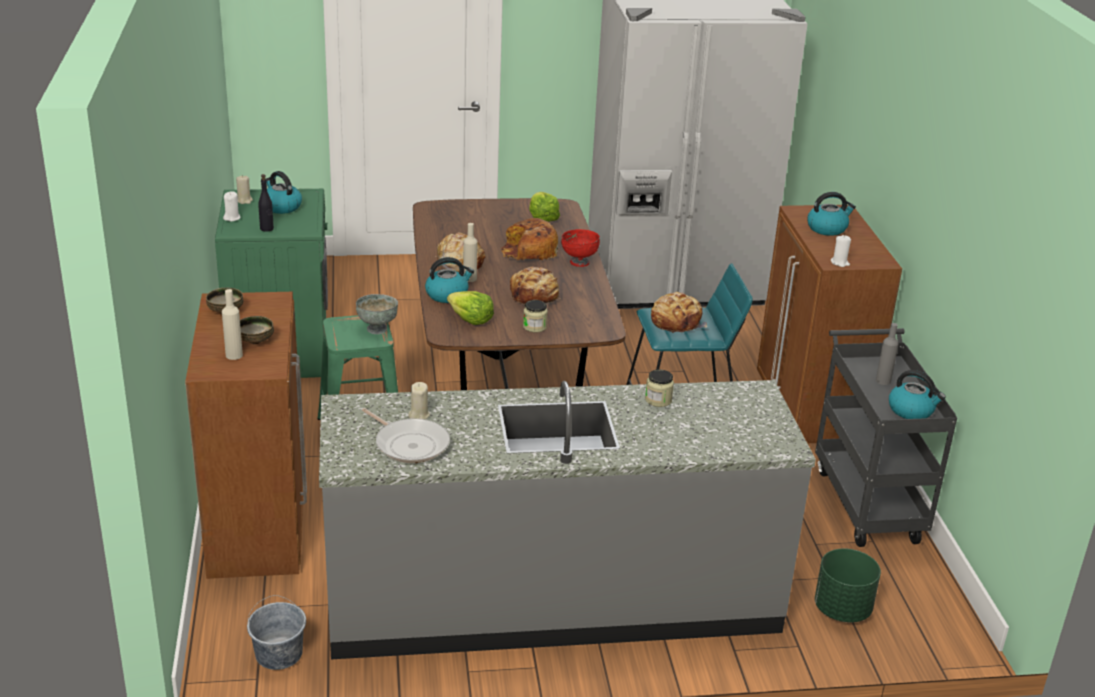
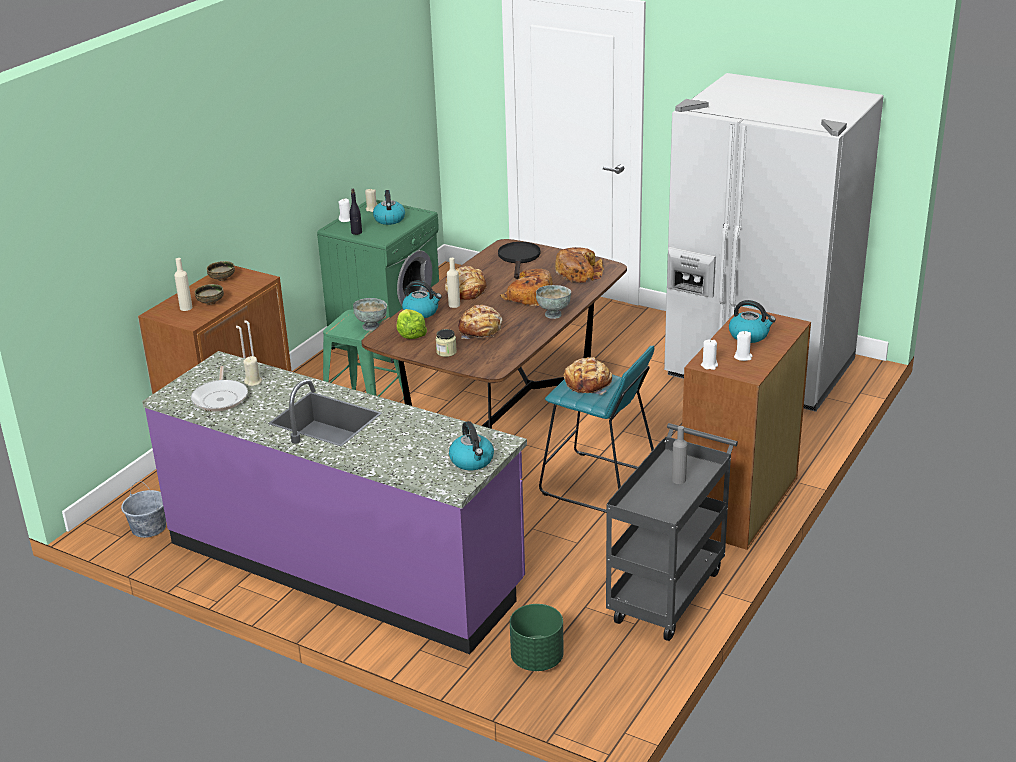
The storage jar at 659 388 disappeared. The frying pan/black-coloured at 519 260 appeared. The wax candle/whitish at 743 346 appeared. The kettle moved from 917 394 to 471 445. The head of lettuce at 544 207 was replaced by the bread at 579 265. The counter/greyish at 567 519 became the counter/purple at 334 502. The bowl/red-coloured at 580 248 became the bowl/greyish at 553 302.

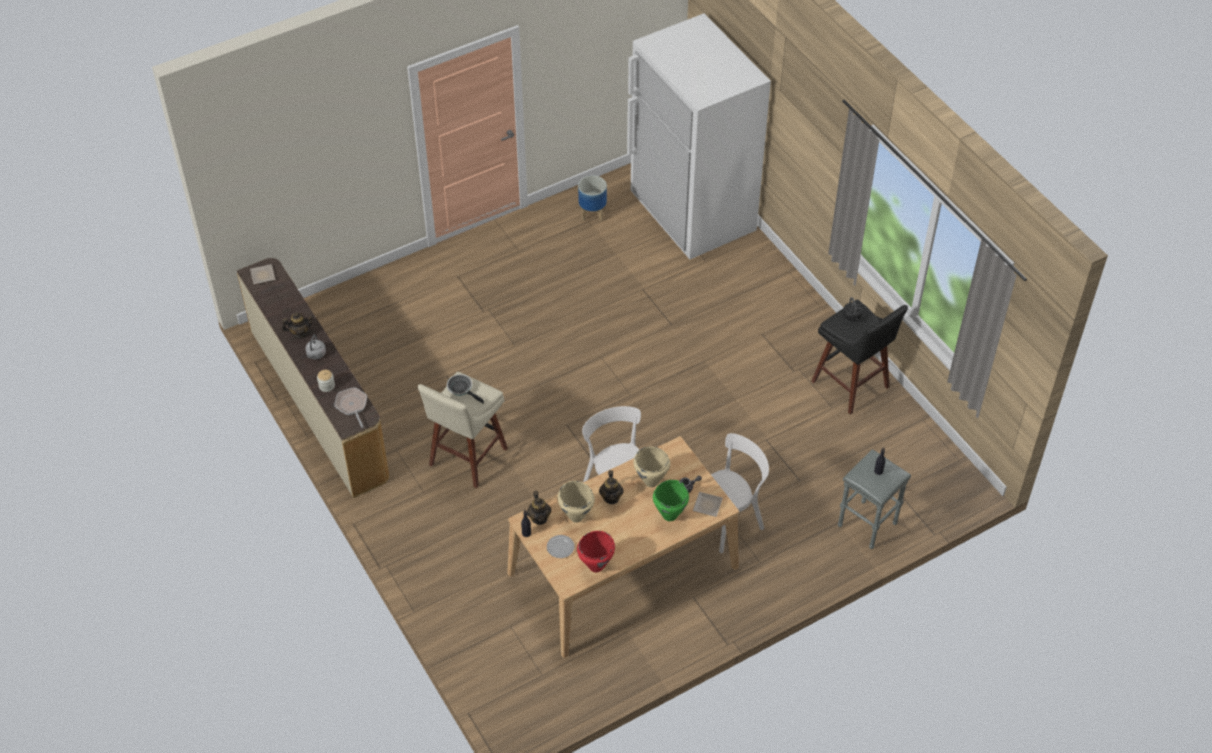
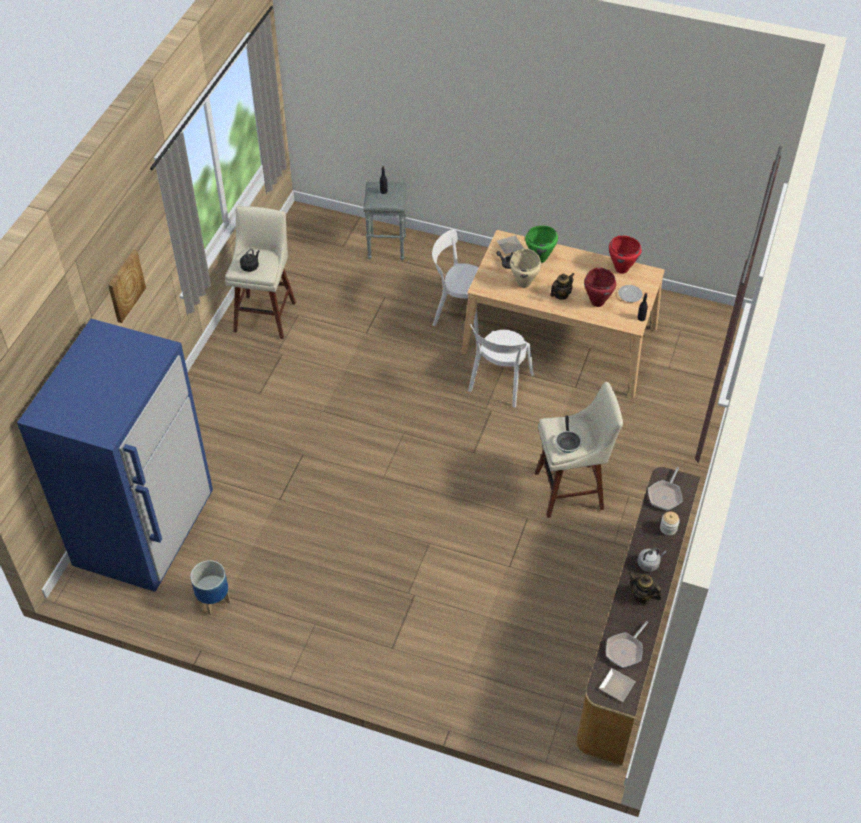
The pot for tea at 539 508 disappeared. The wall art at 127 286 appeared. The frying pan at 627 644 appeared. The stockpot/beige at 576 502 became the stockpot/red-coloured at 600 287. The kitchen fridge/whitish at 699 136 became the kitchen fridge/blue at 115 455. The stool seat/black-coloured at 859 357 became the stool seat/beige at 260 272.

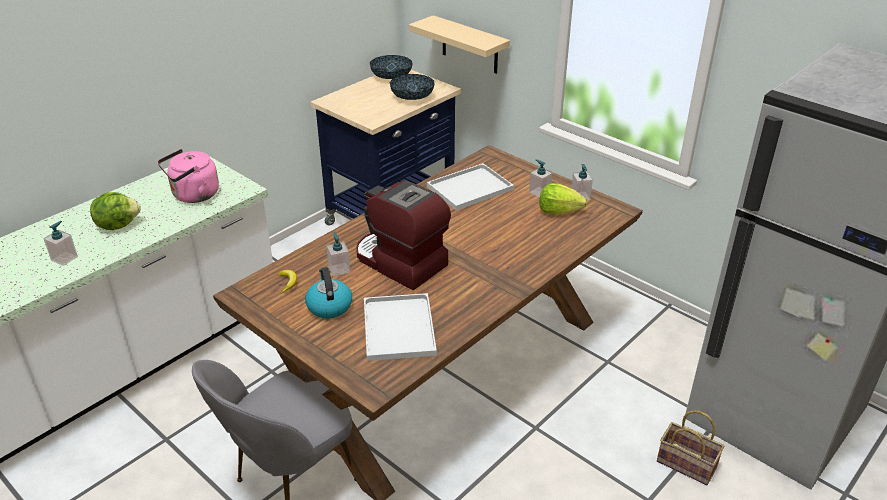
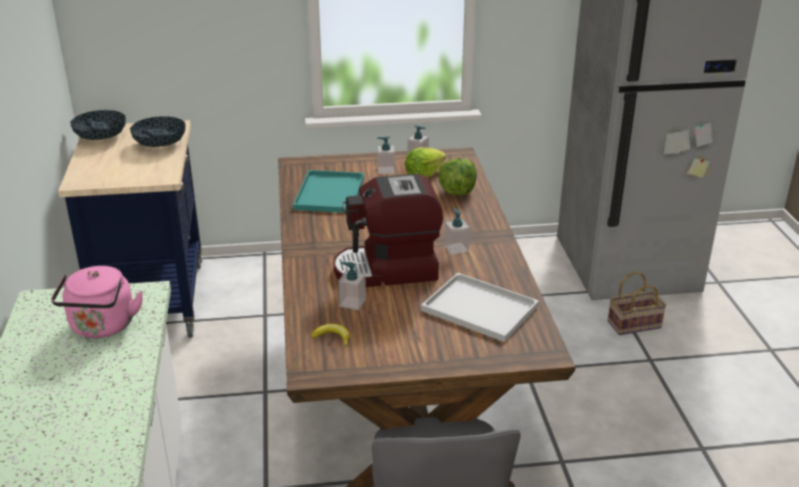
The kettle at 328 293 disappeared. The bracket shelf/beige at 459 44 disappeared. The soap bottle moved from 60 243 to 457 231. The head of lettuce moved from 115 211 to 457 176. The carrying tray/whitish at 470 186 became the carrying tray/blue-green at 328 191.

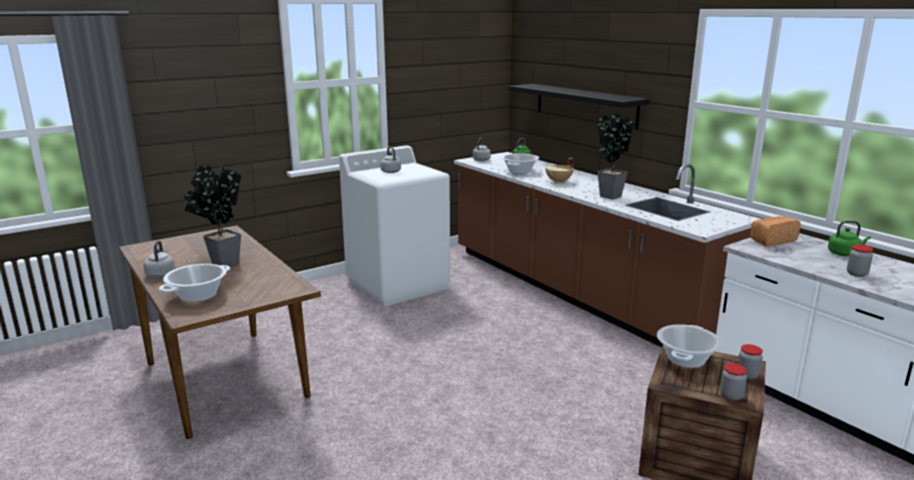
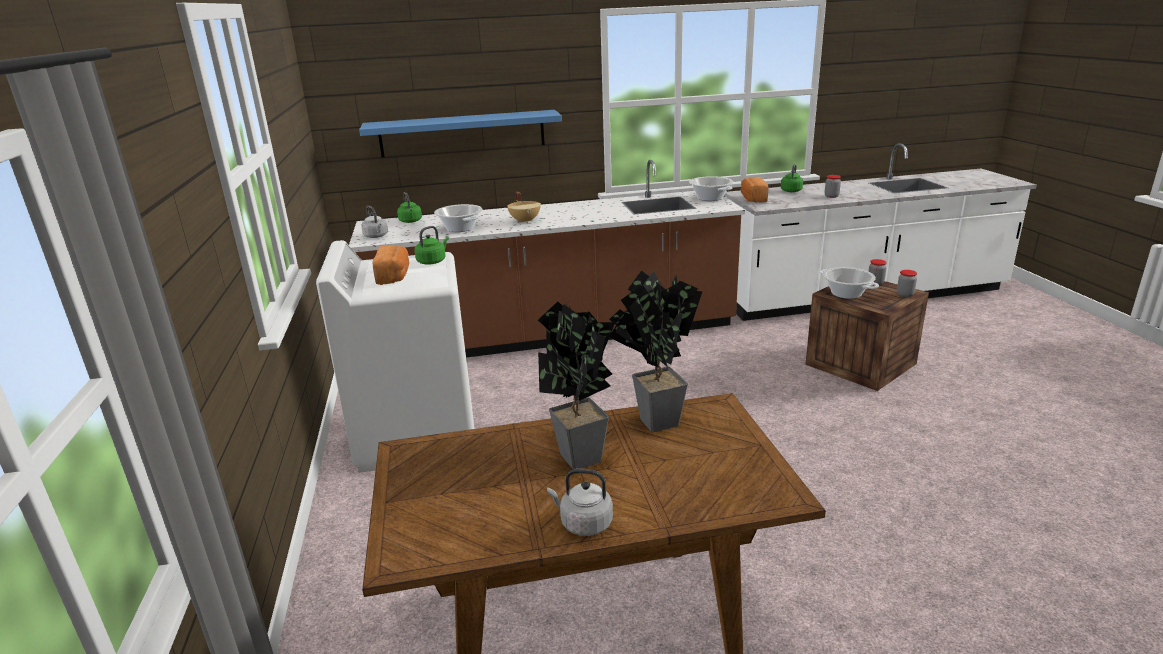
The kettle/greenish at 431 245 appeared. The stockpot moved from 194 283 to 711 188. The plant in a pot moved from 615 156 to 656 351. The kettle/greyish at 390 160 was replaced by the bread at 390 265. The bracket shelf/black-coloured at 579 106 became the bracket shelf/blue at 460 133.

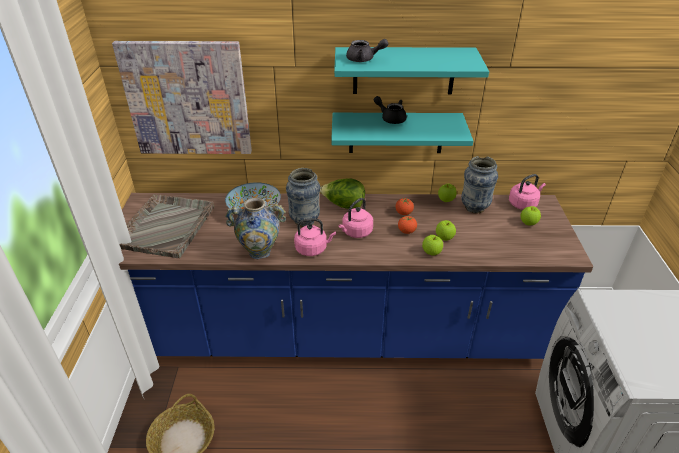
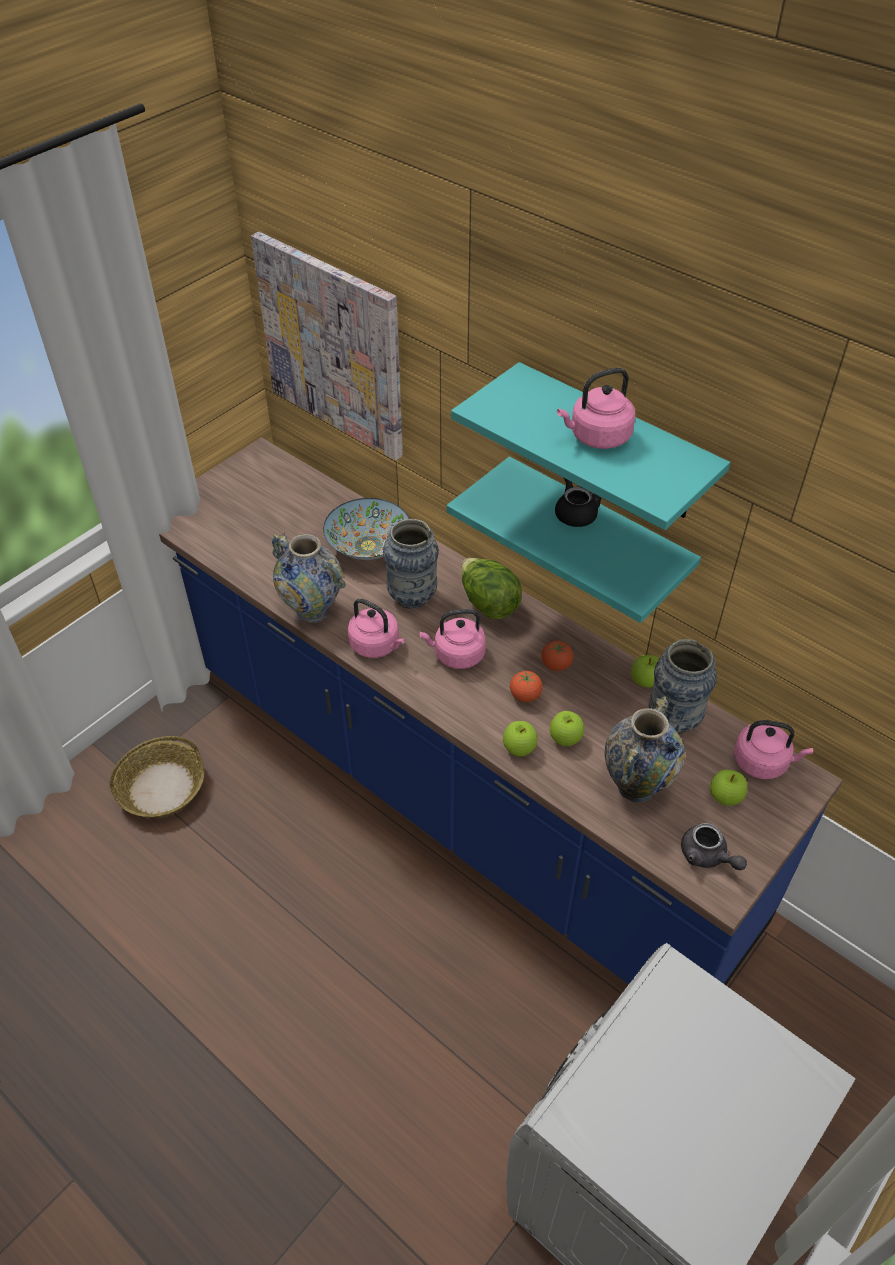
The carrying tray/greyish at 167 226 disappeared. The kettle/pink at 596 408 appeared. The flower vase at 644 749 appeared. The pot for tea/greyish moved from 367 50 to 714 846.

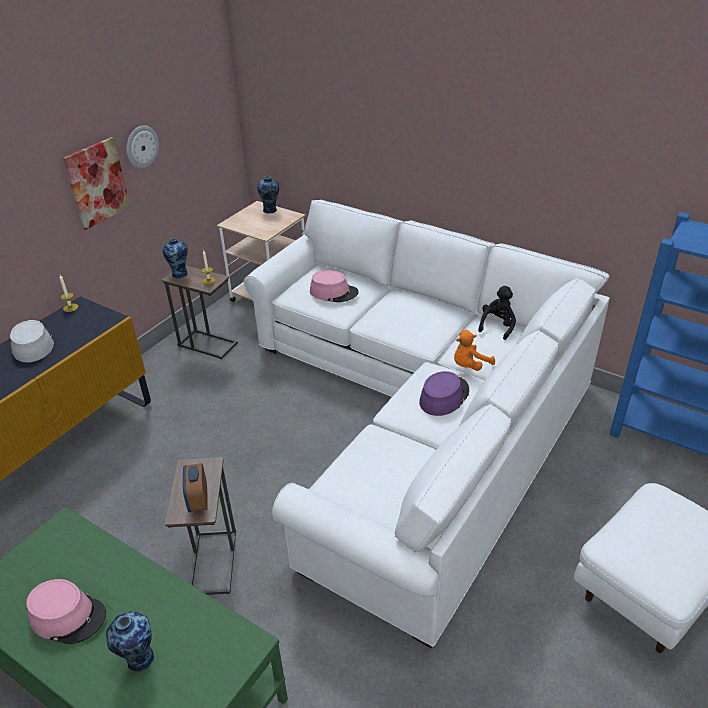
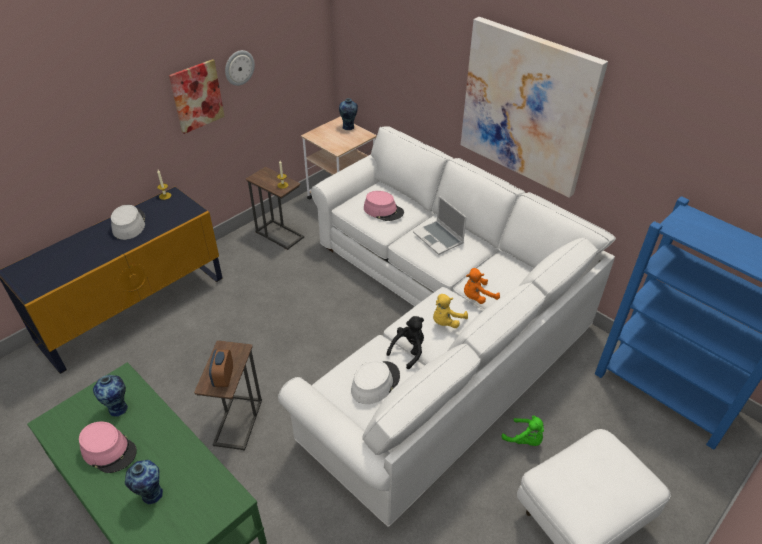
The wearable hat/whitish at 375 382 appeared. The portable computer at 440 225 appeared. The wall art at 534 107 appeared. The cuddly toy/greenish at 523 431 appeared. The flower vase moved from 175 258 to 110 396. The cuddly toy/black-coloured moved from 497 313 to 405 342. The wearable hat/purple at 444 393 was replaced by the cuddly toy/yellow-coloured at 450 311.

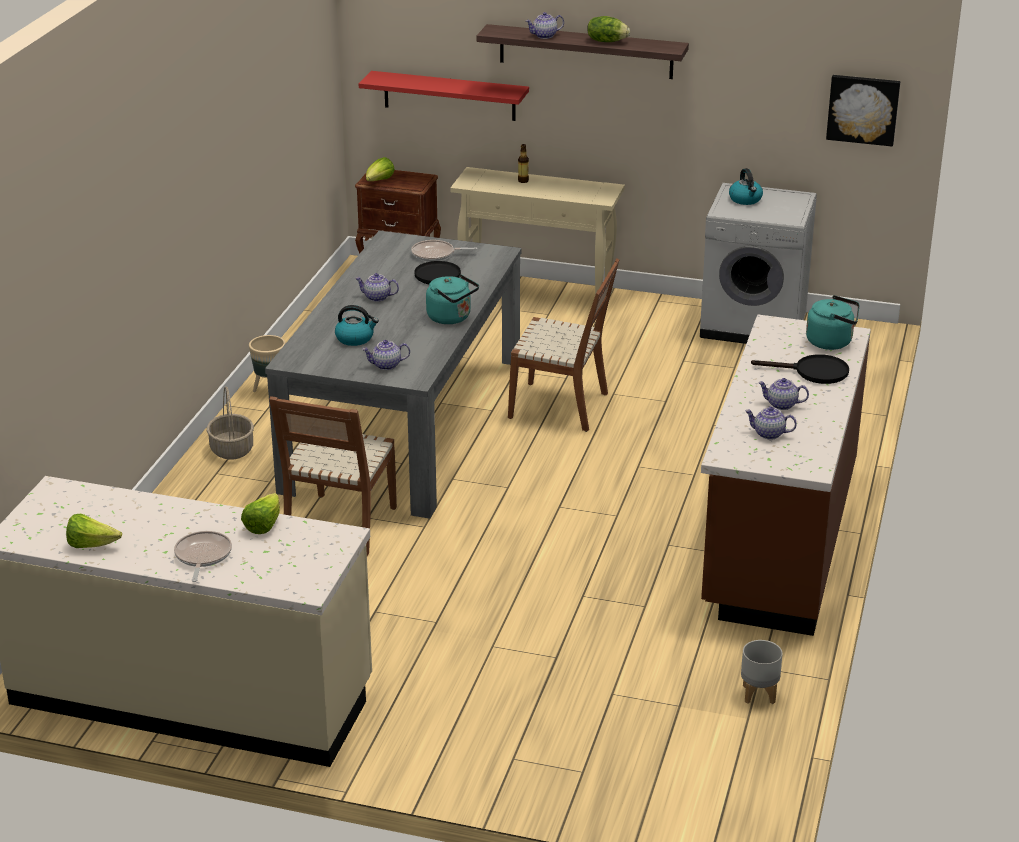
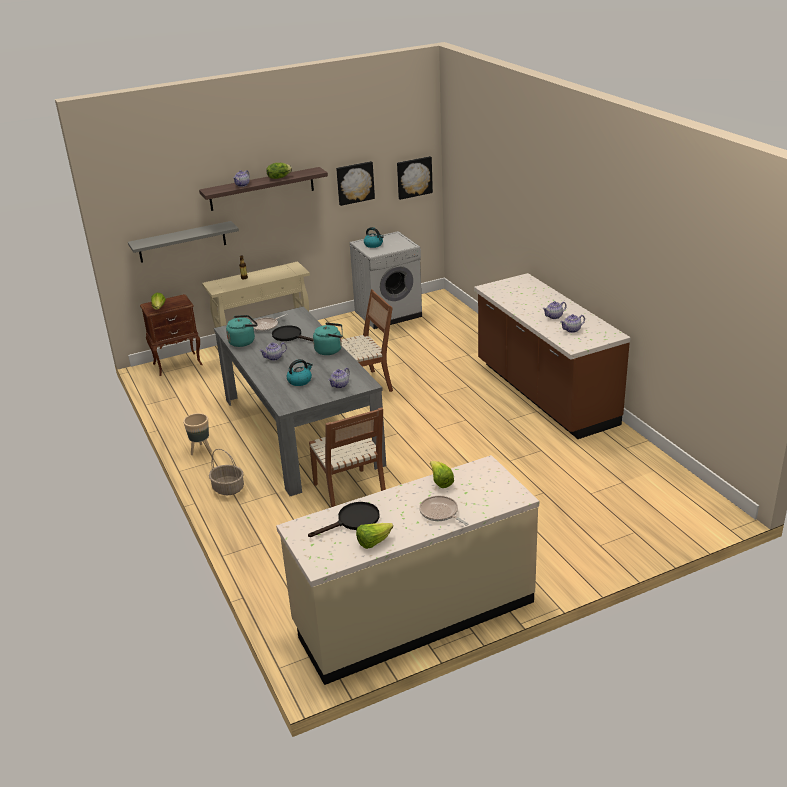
The flower pot/greyish at 762 672 disappeared. The wall art at 355 183 appeared. The frying pan/black-coloured moved from 800 369 to 344 519. The kettle/blue-green moved from 832 322 to 242 331. The bracket shelf/red-coloured at 444 96 became the bracket shelf/greyish at 183 242.

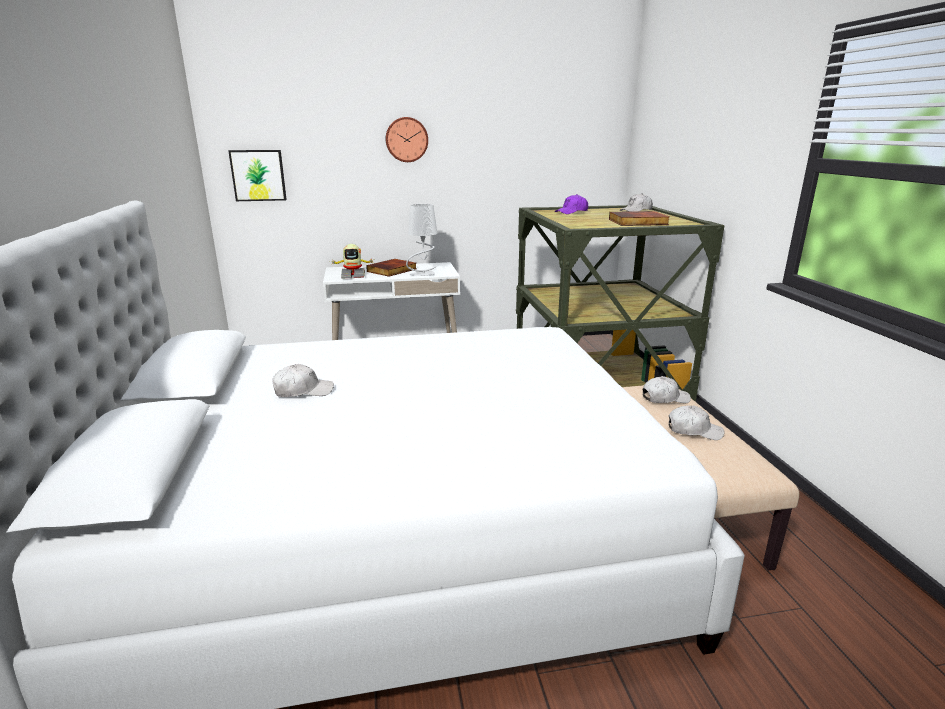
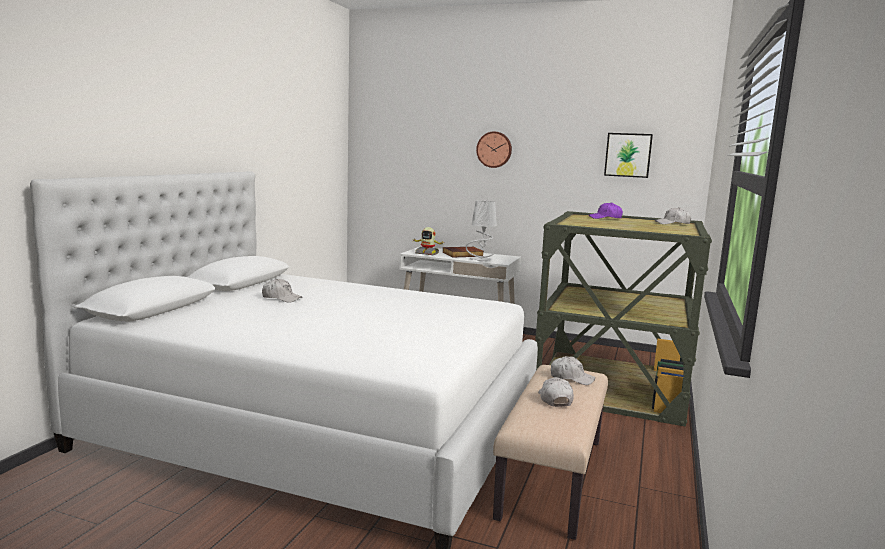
The volume at 639 218 disappeared. The wall art moved from 257 175 to 628 155. The baseball cap/whitish at 696 422 turned 135 degrees counterclockwise.

